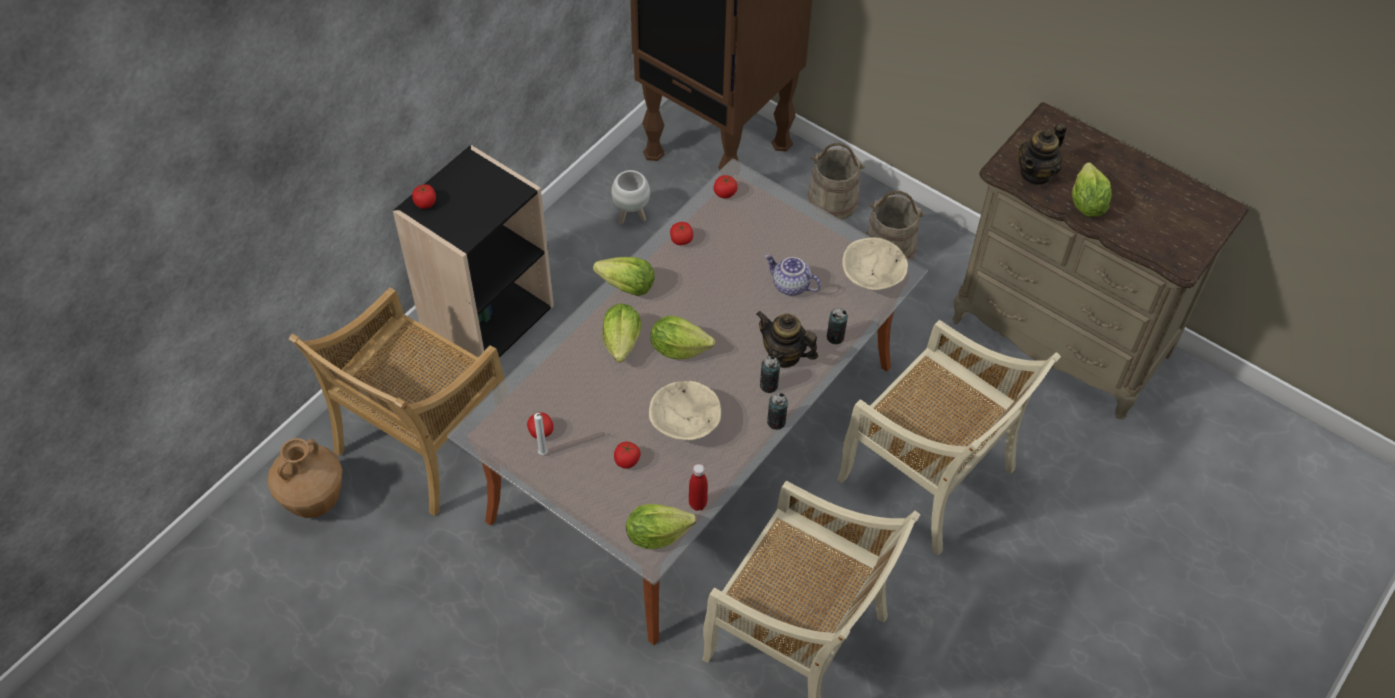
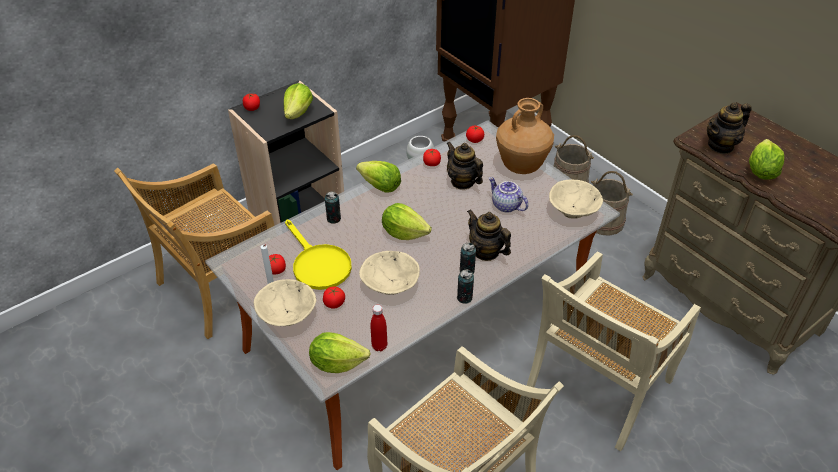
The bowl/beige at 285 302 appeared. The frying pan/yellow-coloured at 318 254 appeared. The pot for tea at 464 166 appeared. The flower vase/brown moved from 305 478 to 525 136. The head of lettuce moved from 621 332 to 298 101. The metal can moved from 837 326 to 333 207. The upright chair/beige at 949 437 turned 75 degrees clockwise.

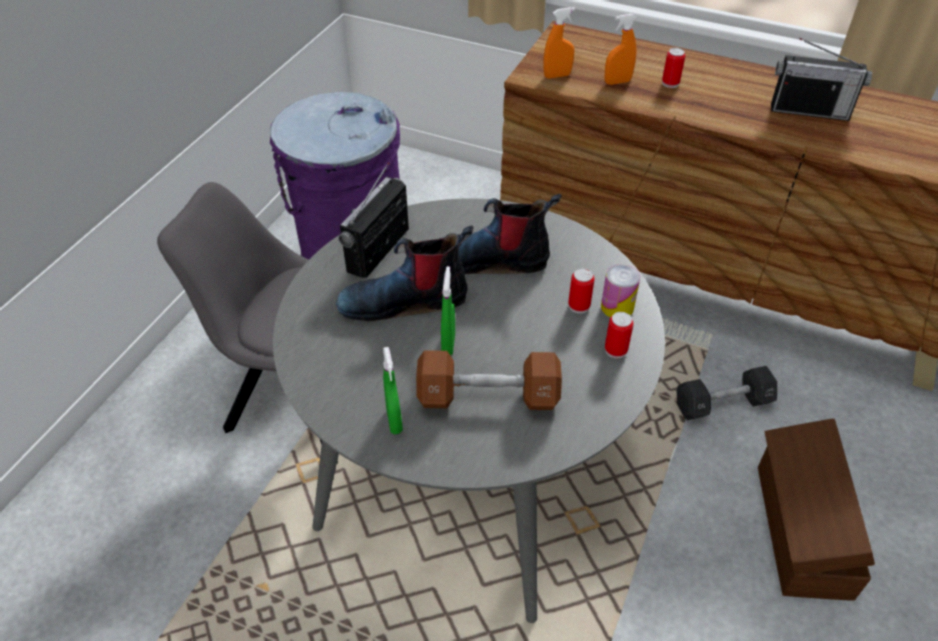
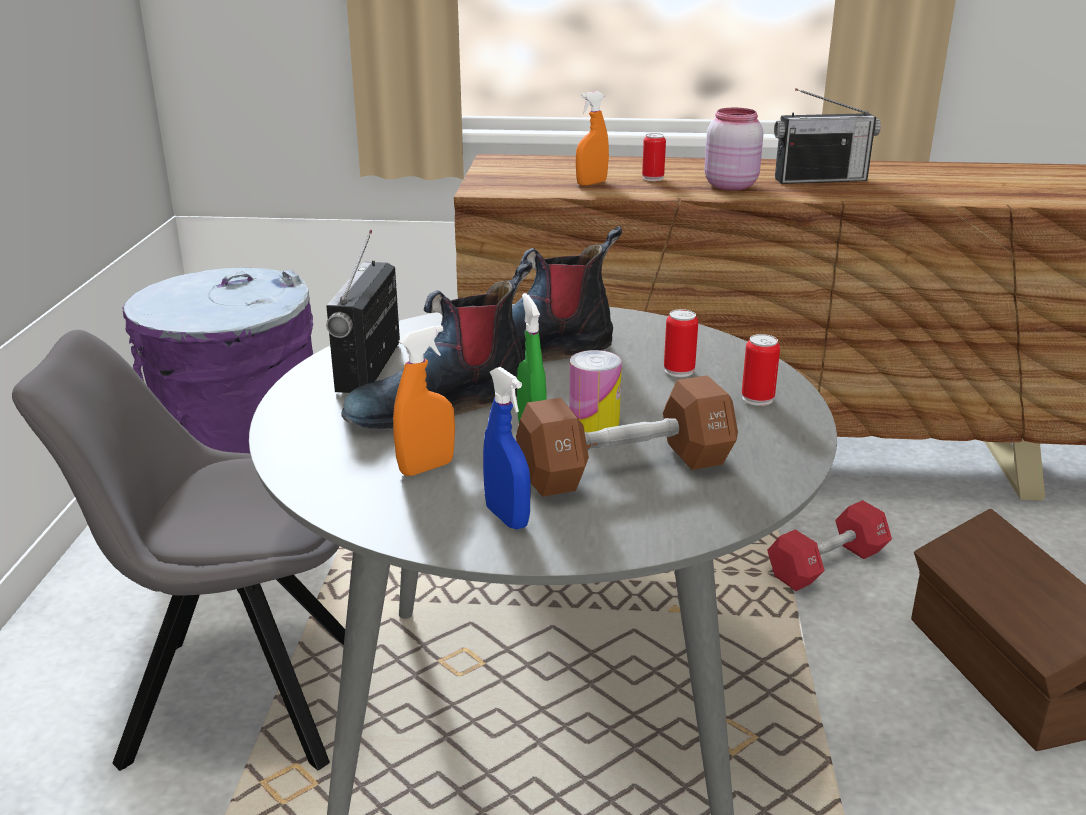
The storage jar/pink at 733 149 appeared. The spray bottle/orangey moved from 559 42 to 424 400. The metal can moved from 620 291 to 595 391. The spray bottle/greenish at 393 390 became the spray bottle/blue at 507 448. The dumbbell/black-coloured at 727 393 became the dumbbell/red-coloured at 829 545.

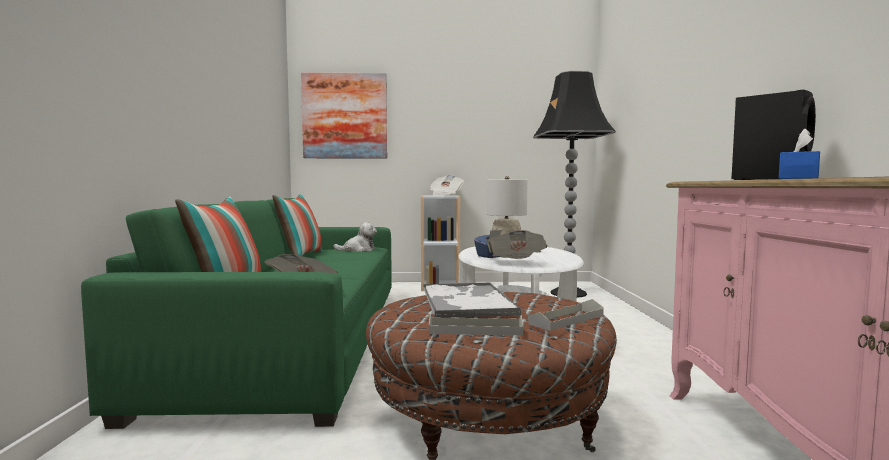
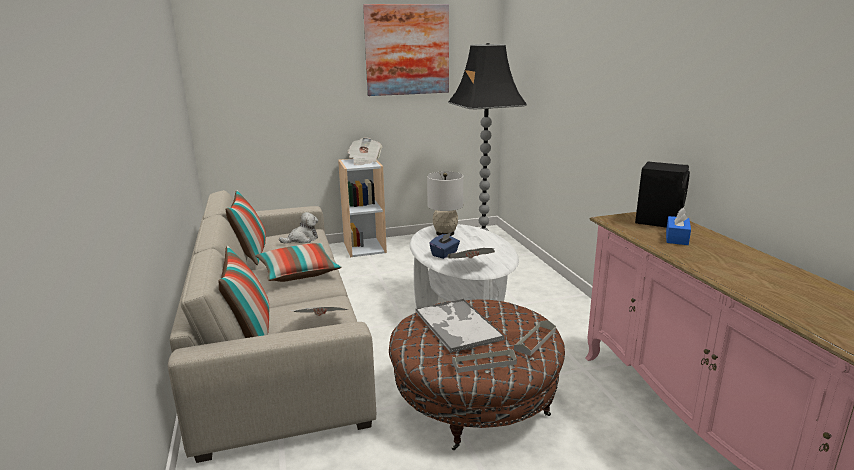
The cushion at 298 262 appeared. The wall art moved from 344 115 to 406 50. The couch/greenish at 236 313 became the couch/beige at 272 326.

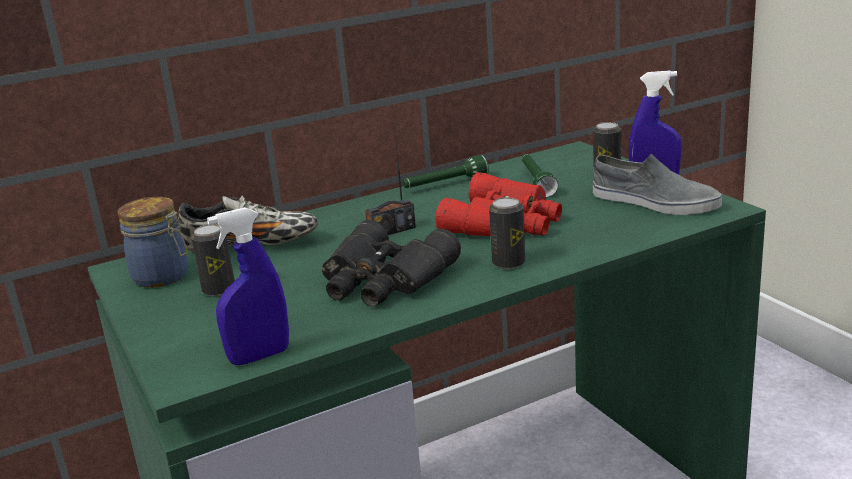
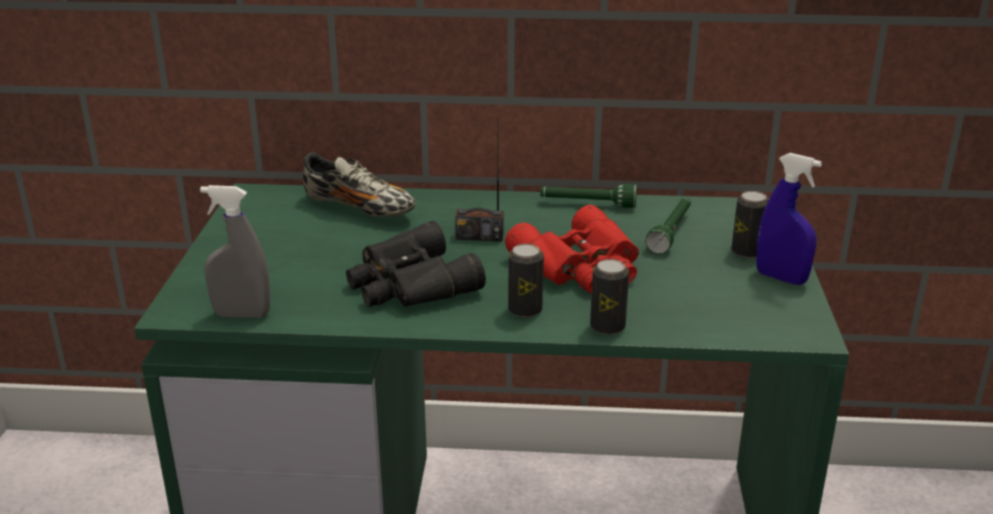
The storage jar at 153 242 disappeared. The low shoe/greyish at 657 184 disappeared. The metal can moved from 213 260 to 609 297. The spray bottle/blue at 248 286 became the spray bottle/greyish at 235 251.

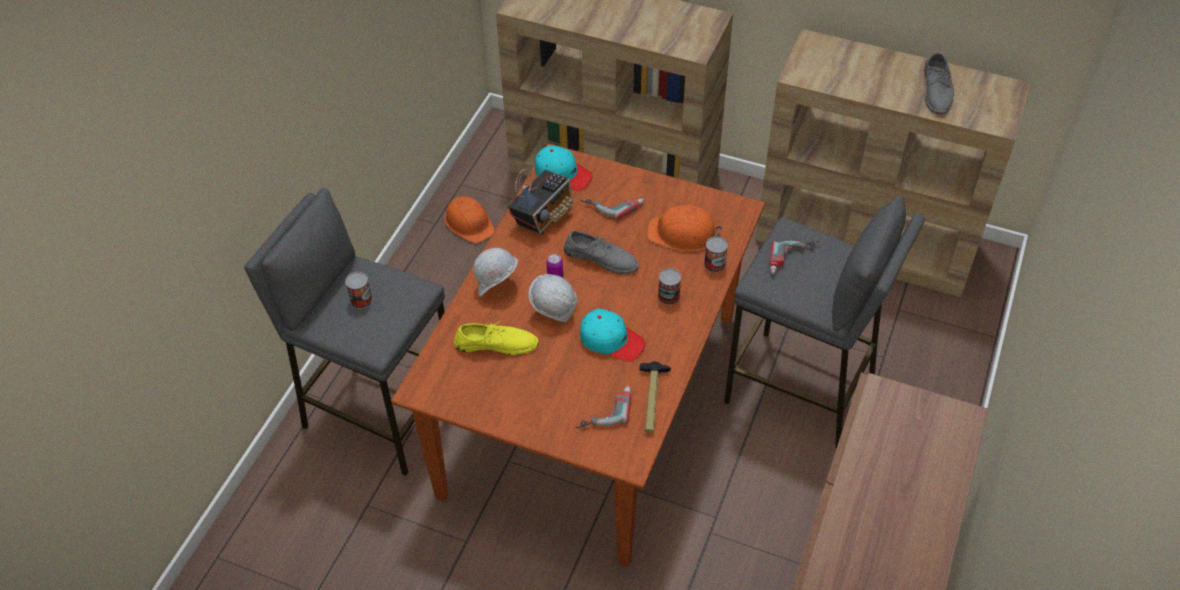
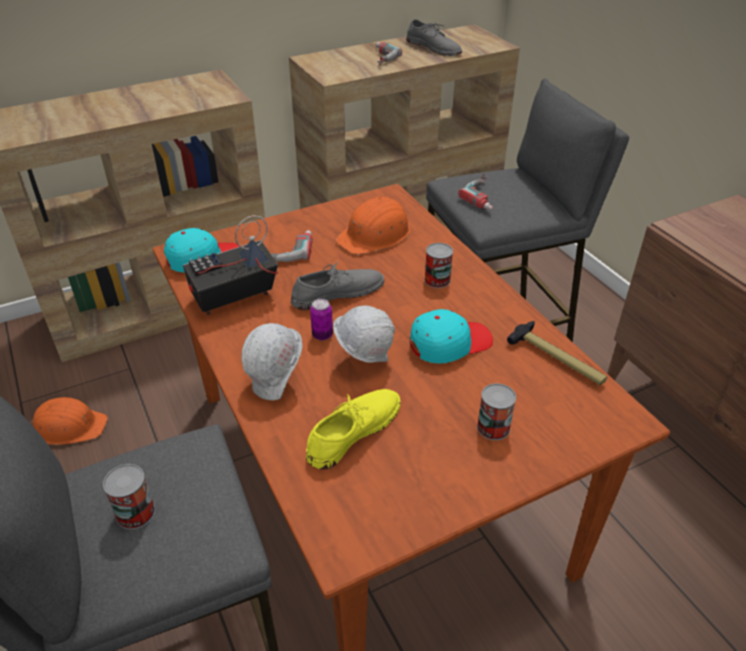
The drill moved from 603 407 to 388 54. The metal can moved from 716 254 to 496 411. The radio at 541 202 turned 105 degrees counterclockwise.

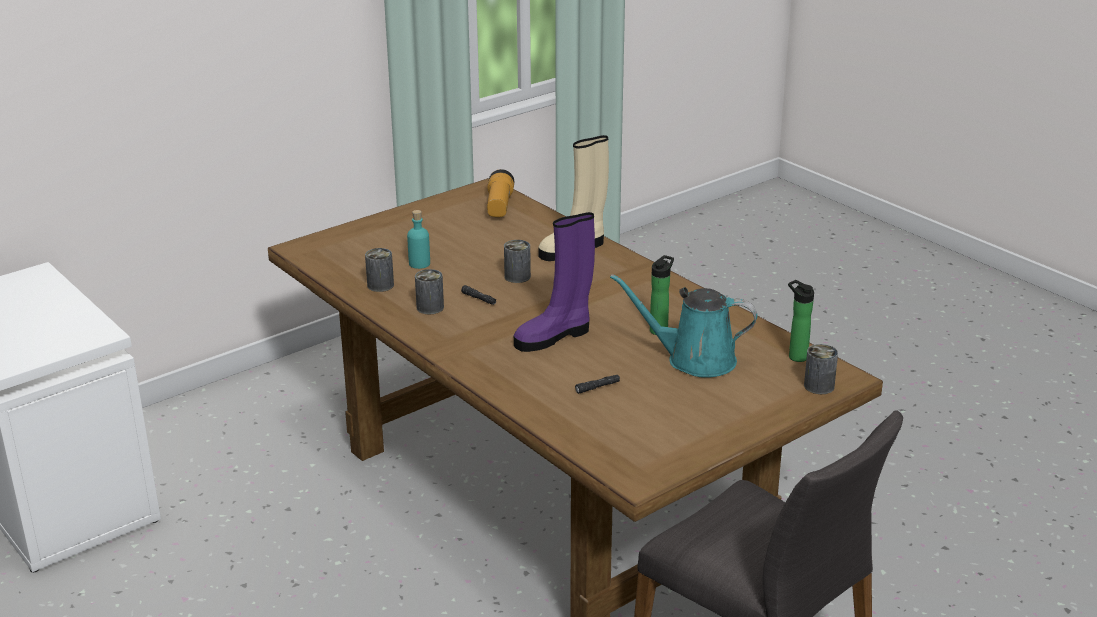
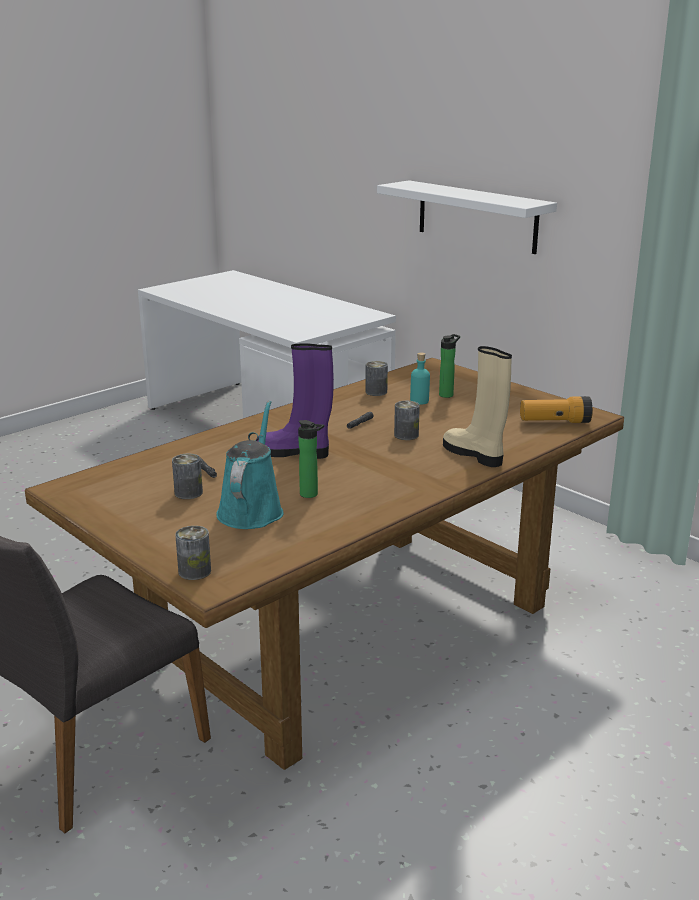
The bracket shelf/whitish at 467 217 appeared. The metal can moved from 429 291 to 187 476. The bottle moved from 801 321 to 449 366. The high-top boot/purple at 554 282 turned 45 degrees counterclockwise.

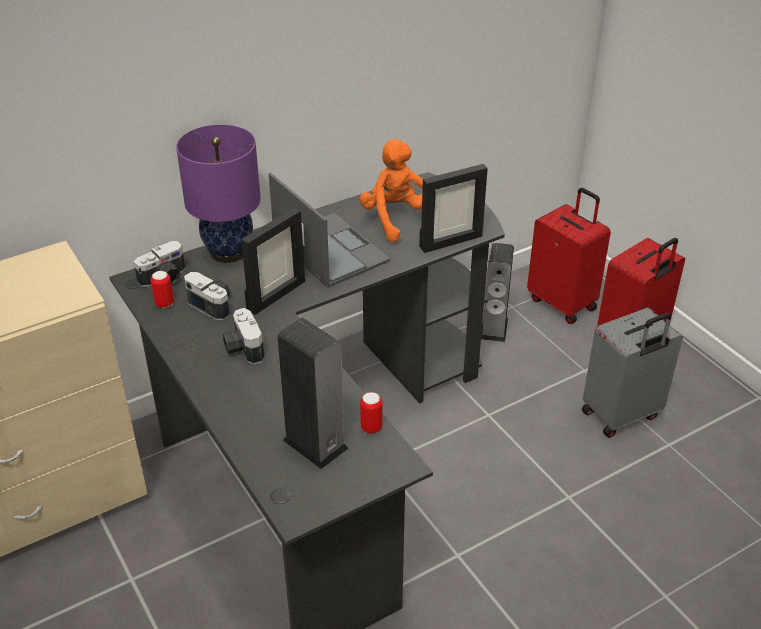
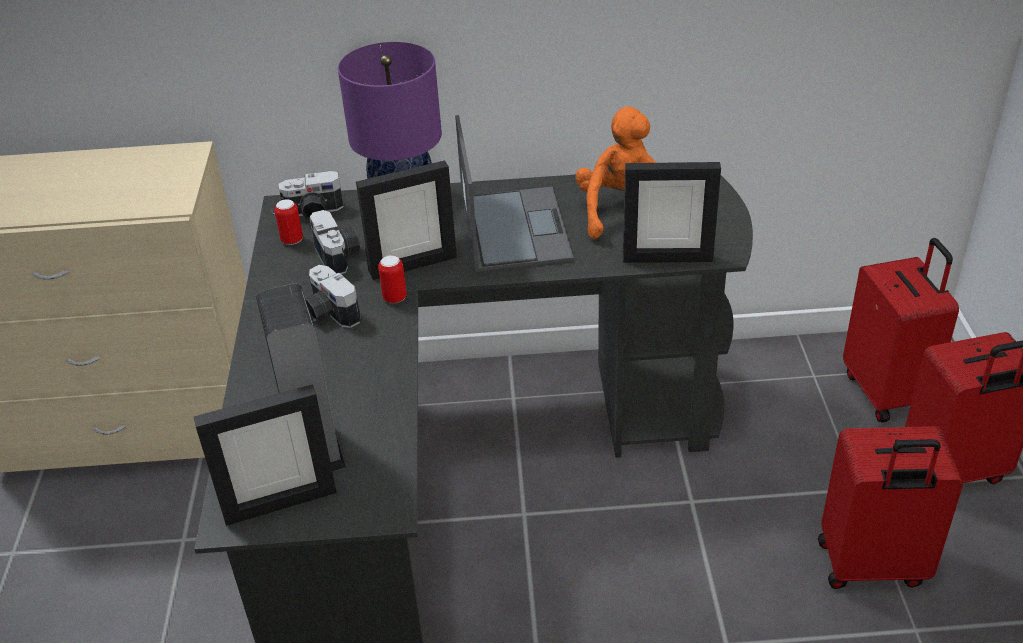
The audio speaker at 497 292 disappeared. The photo frame at 265 455 appeared. The metal can moved from 371 413 to 392 279. The suitcase/greyish at 632 373 became the suitcase/red-coloured at 890 507. The photo camera at 244 336 turned 45 degrees counterclockwise.

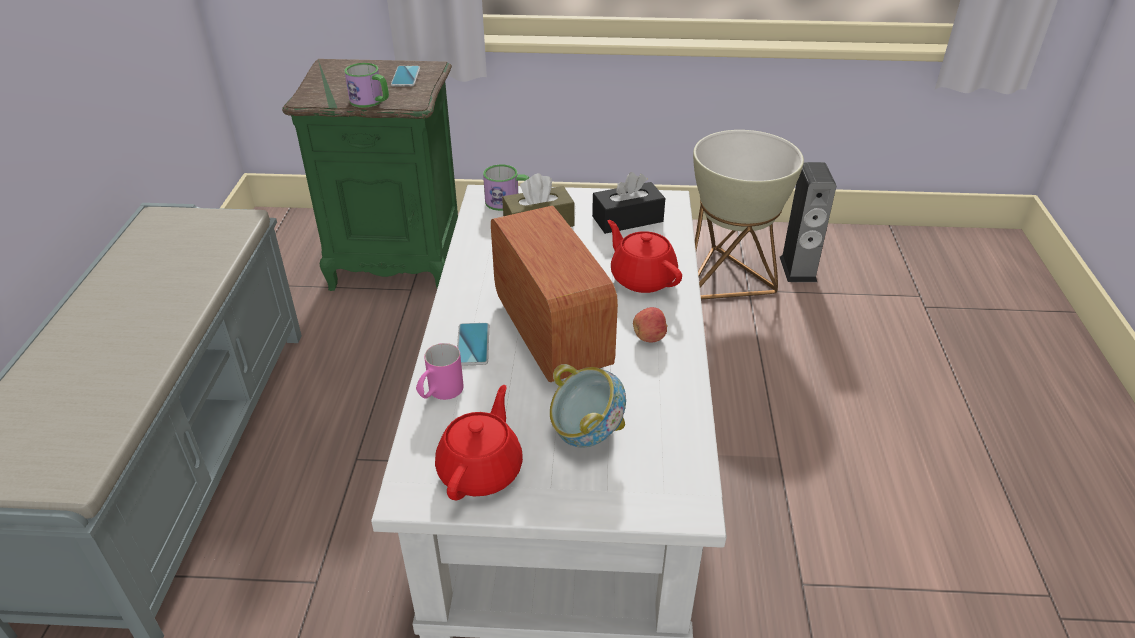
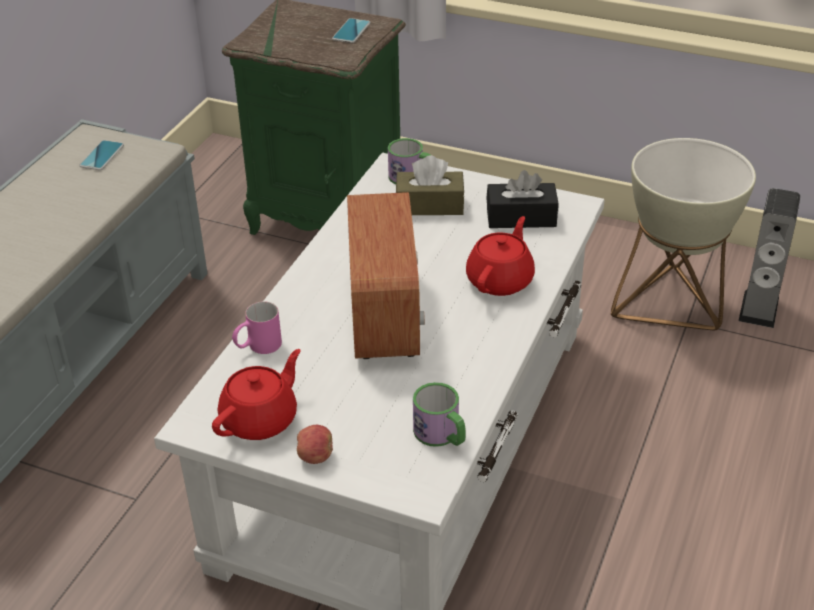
The bowl at 588 406 disappeared. The coffee mug moved from 366 85 to 439 414. The phone moved from 473 344 to 101 155. The apple fruit moved from 650 325 to 315 444. The pot for tea/red-coloured at 645 256 turned 45 degrees clockwise.

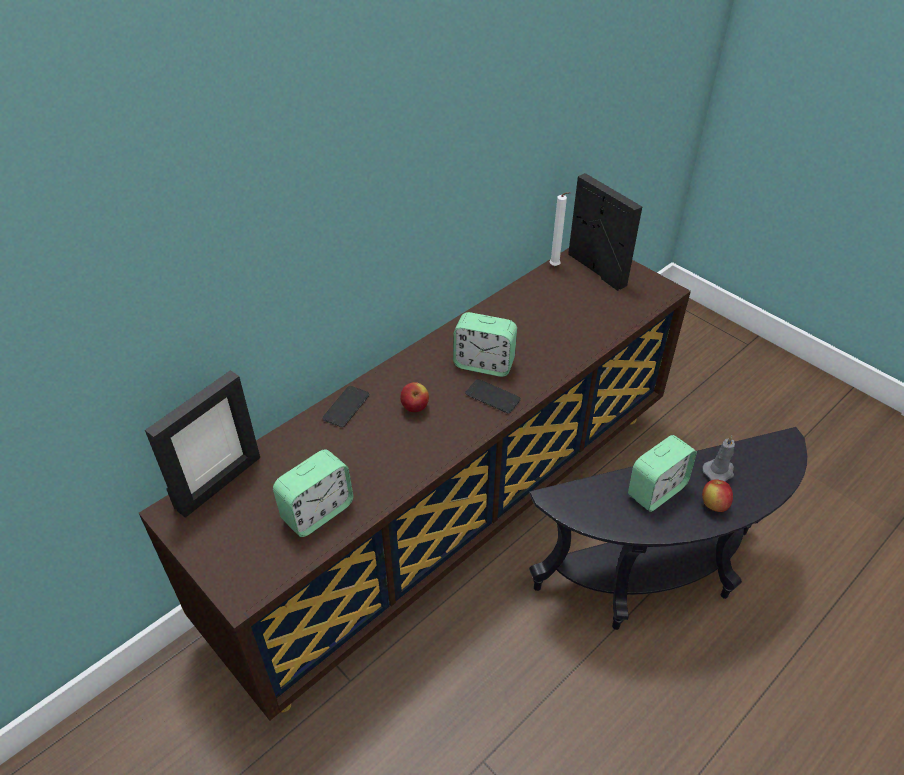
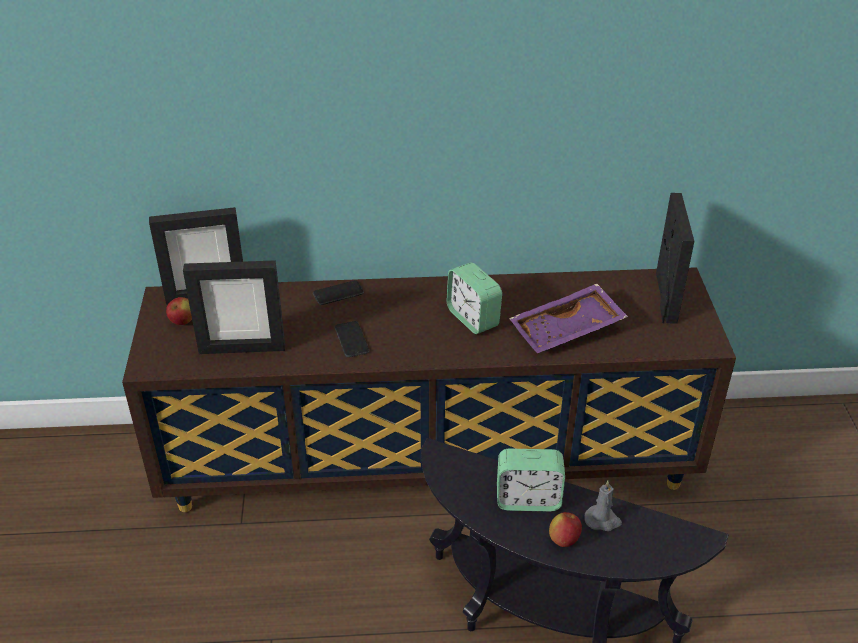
The wax candle/whitish at 560 229 disappeared. The carrying tray/purple at 568 318 appeared. The apple fruit moved from 414 397 to 179 311. The phone moved from 493 396 to 352 339. The alarm clock at 313 493 was replaced by the photo frame at 234 307.

